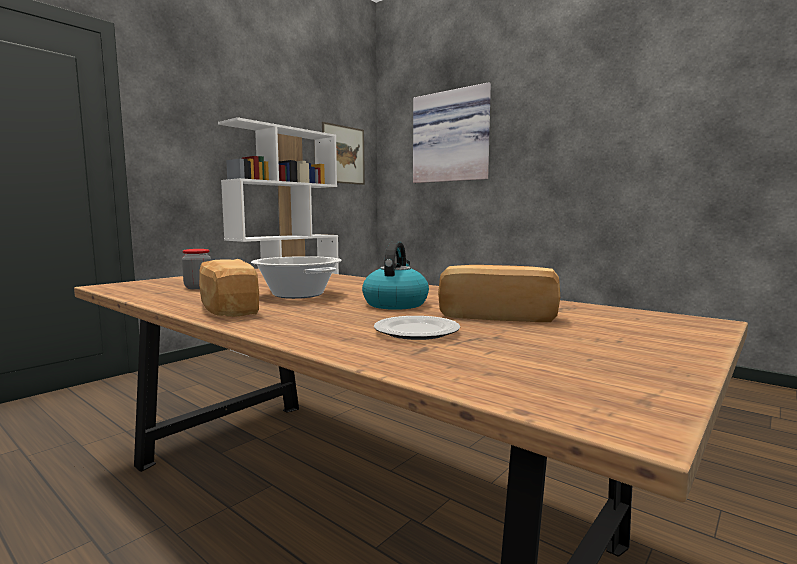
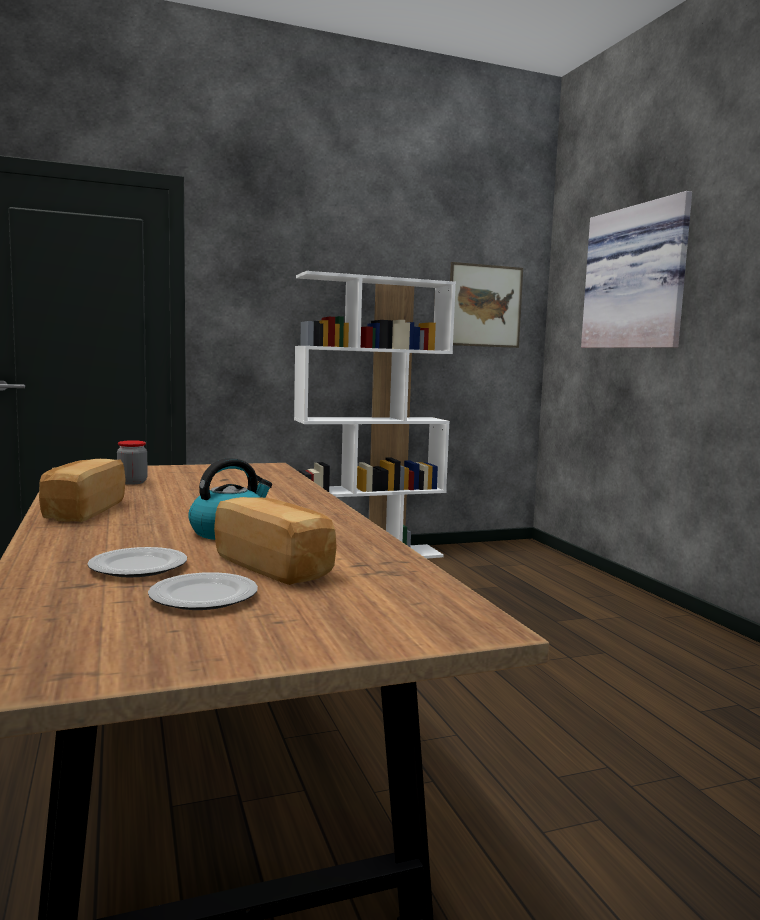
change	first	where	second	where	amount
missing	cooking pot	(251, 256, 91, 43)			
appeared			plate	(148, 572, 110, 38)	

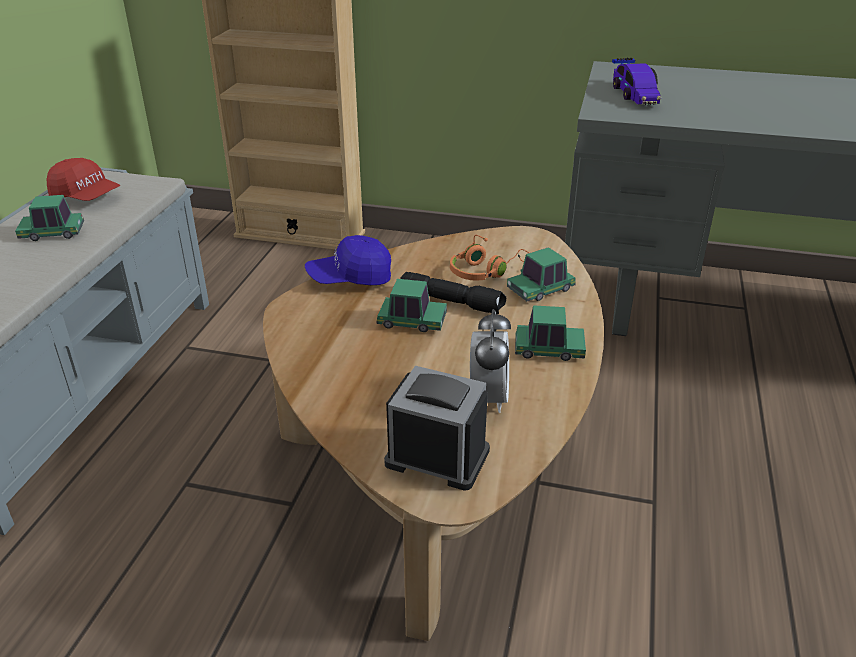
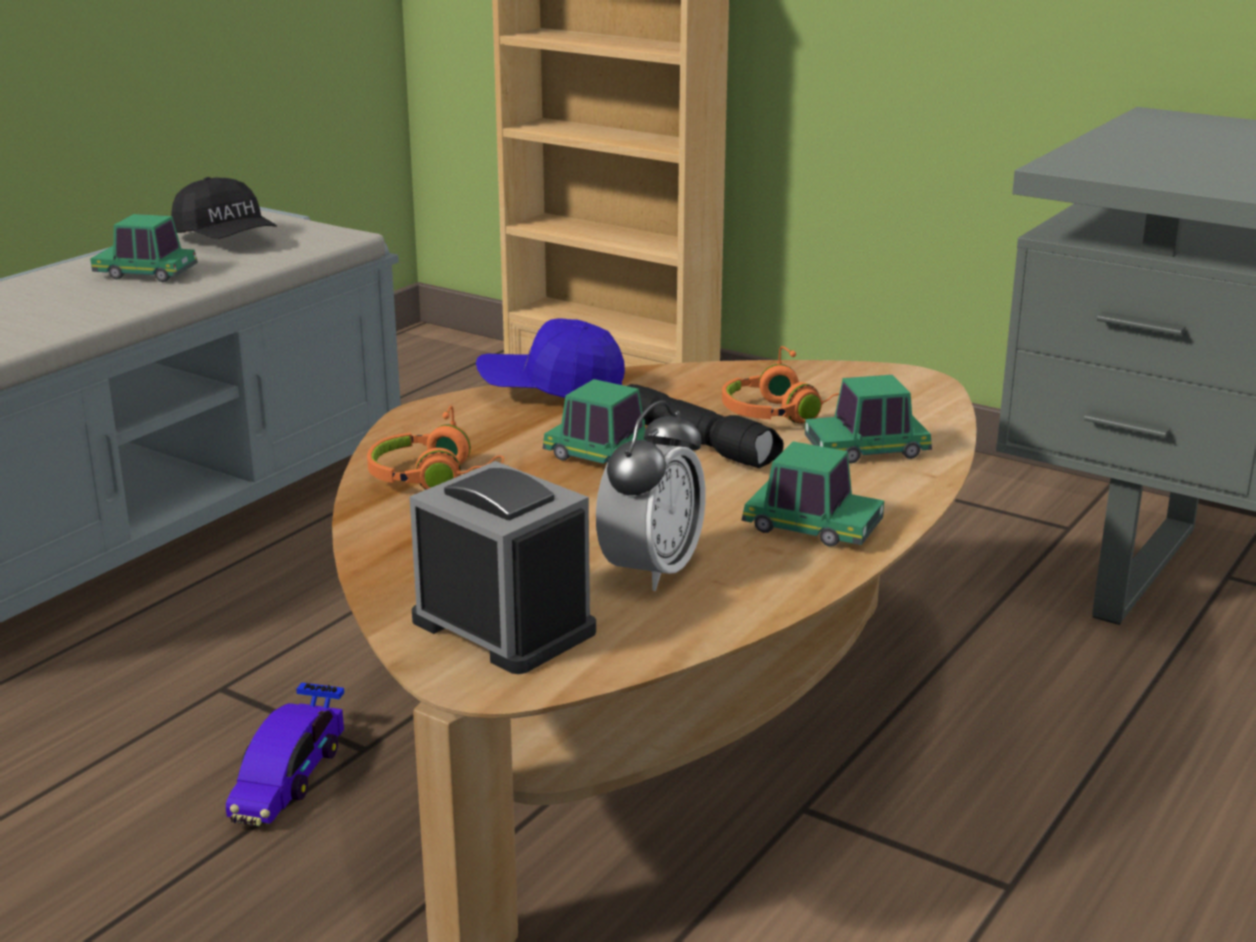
change	first	where	second	where	amount
appeared			headphones (orange)	(367, 406, 141, 83)	
relocated	toy car	(612, 58, 49, 47)		(226, 683, 118, 143)	
colour	cap (red)	(46, 158, 74, 43)	cap (black)	(171, 177, 106, 62)	

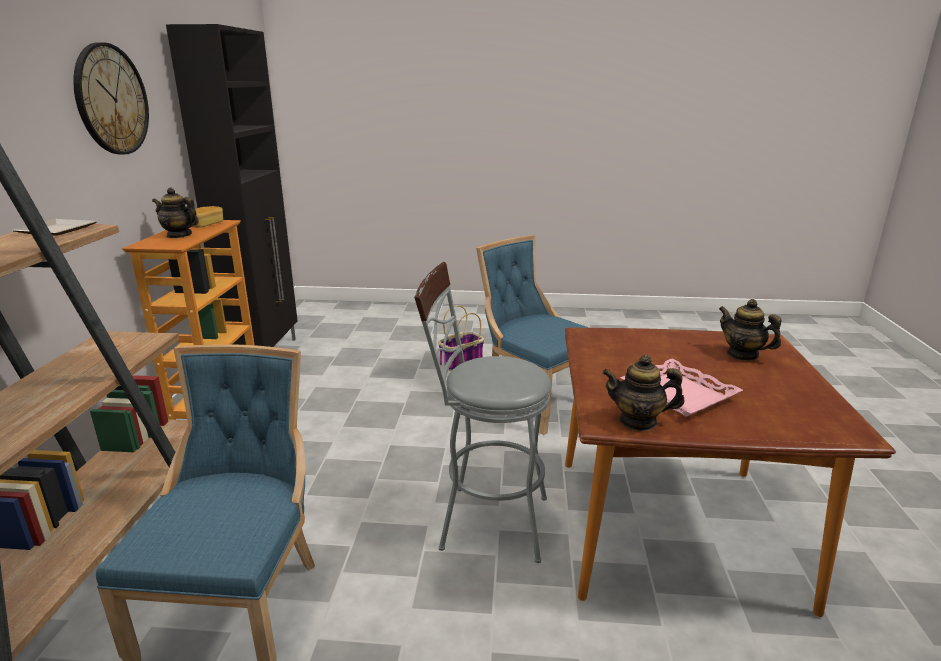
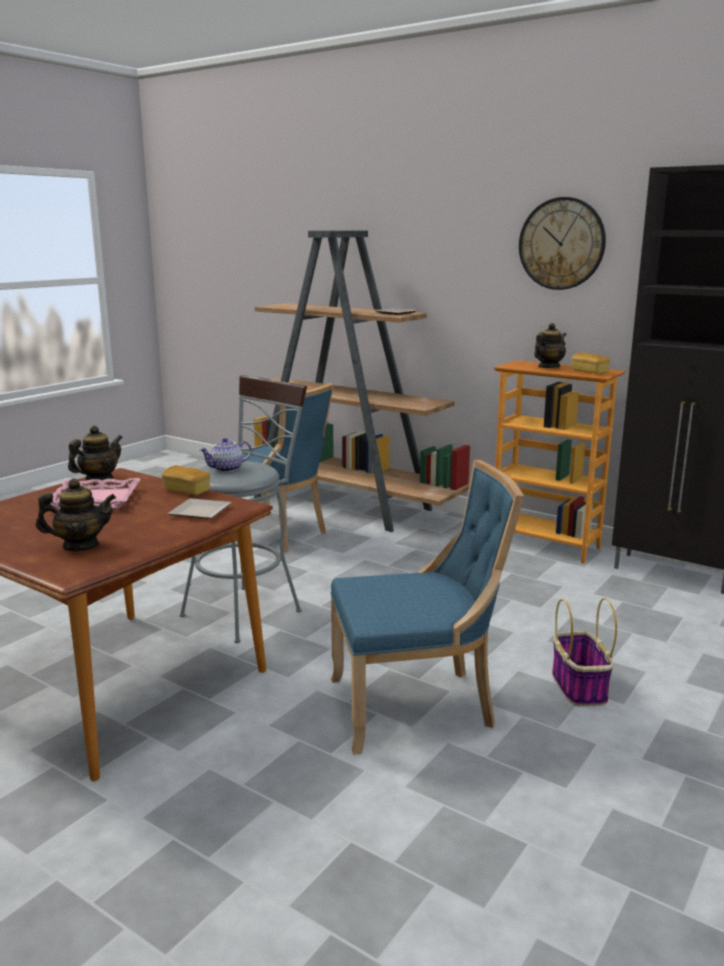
change	first	where	second	where	amount
appeared			bread	(161, 465, 49, 30)	
appeared			plate	(168, 498, 63, 21)	
appeared			teapot	(200, 438, 52, 34)	

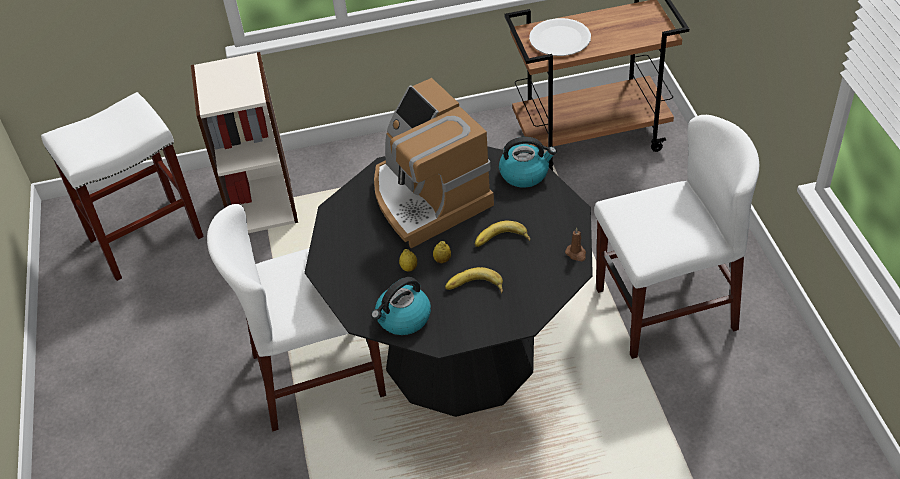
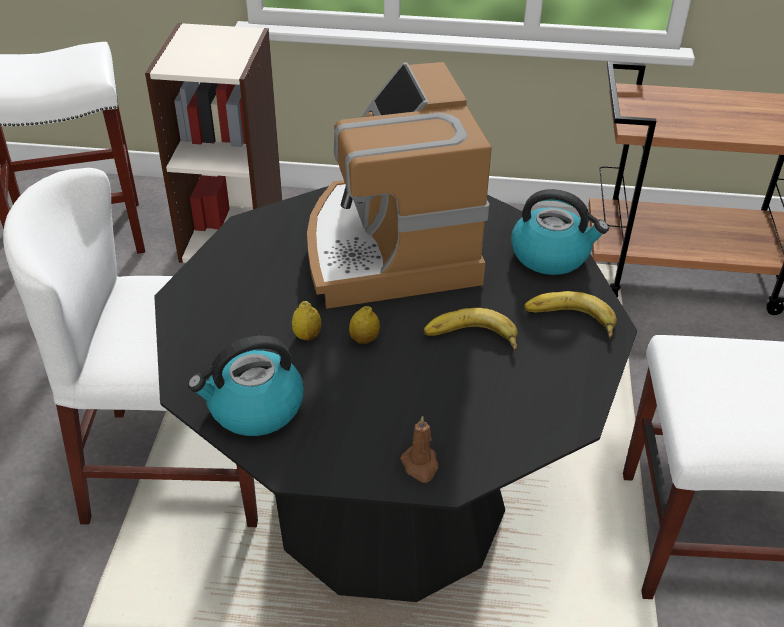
change	first	where	second	where	amount
missing	plate (white)	(529, 18, 62, 38)			
relocated	banana	(445, 267, 58, 26)		(524, 291, 93, 48)	
relocated	candle (brown)	(565, 227, 21, 34)		(400, 416, 38, 67)	

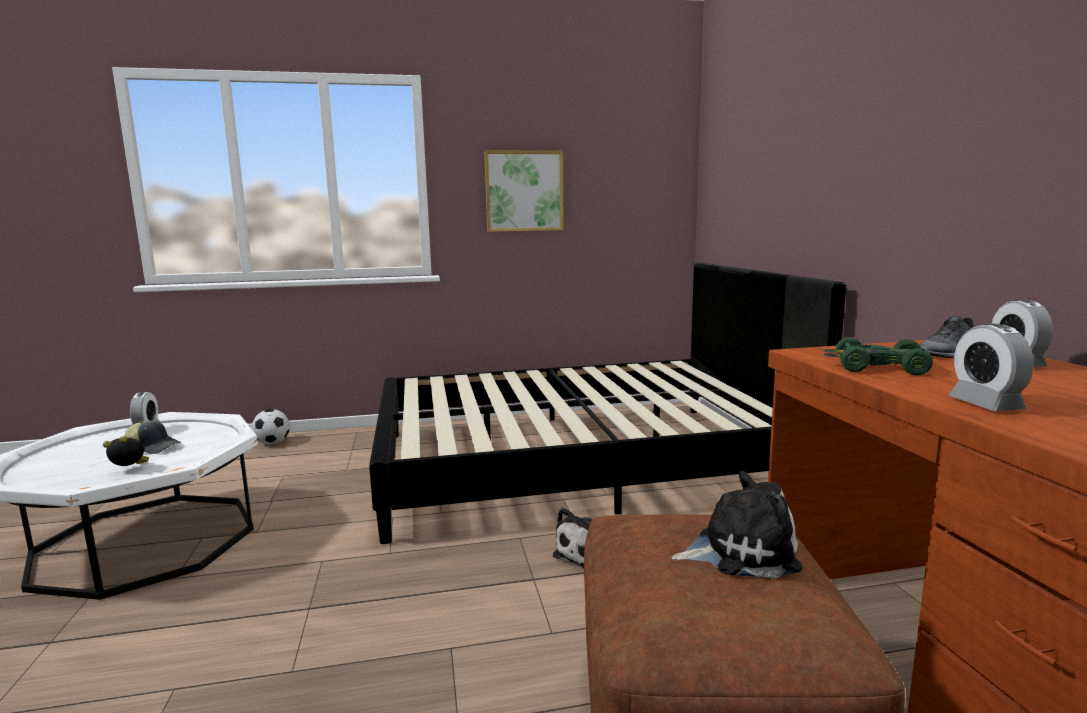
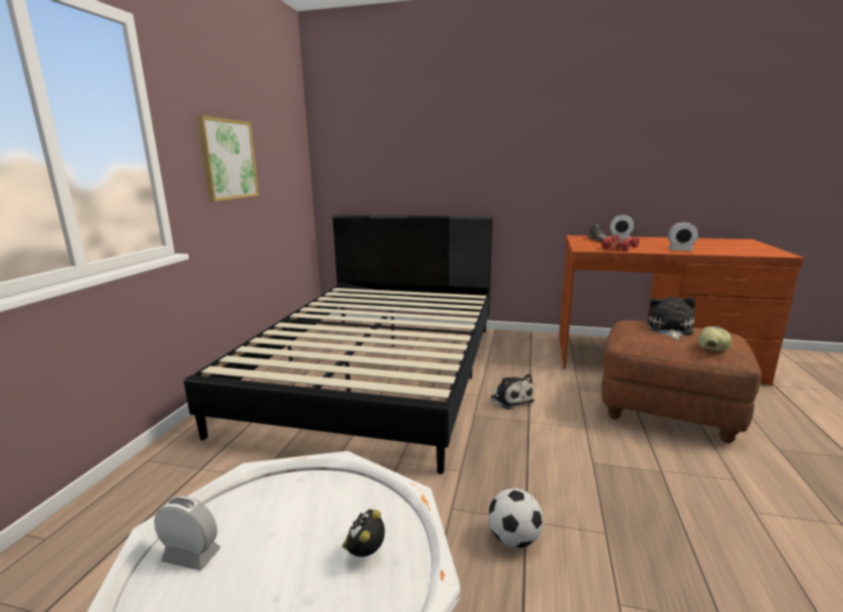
change	first	where	second	where	amount
relocated	cap	(124, 421, 57, 33)		(698, 326, 33, 25)	
relocated	football	(252, 409, 38, 35)		(488, 488, 55, 60)	
colour	toy car (green)	(824, 337, 109, 38)	toy car (red)	(602, 235, 37, 16)	

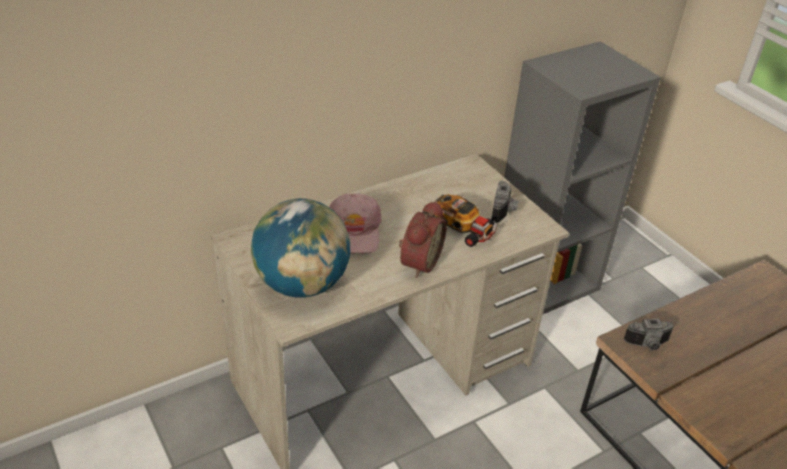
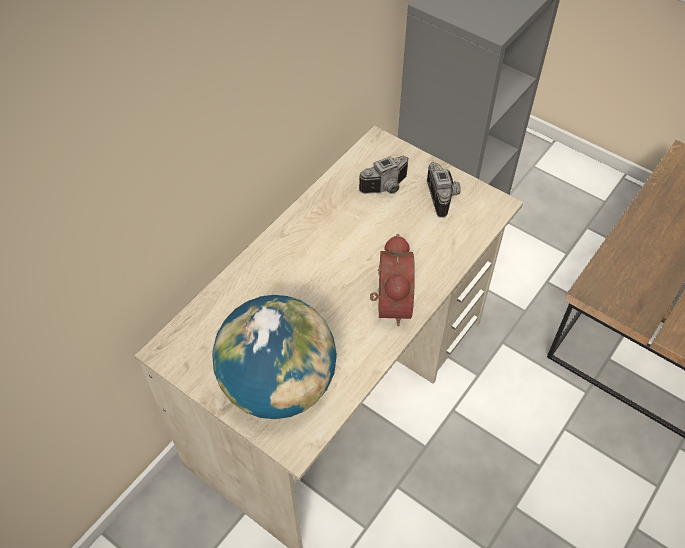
change	first	where	second	where	amount
missing	cap (pink)	(329, 193, 53, 61)			
missing	toy car	(423, 194, 76, 53)			
relocated	photo camera	(624, 319, 50, 31)		(359, 156, 50, 38)	

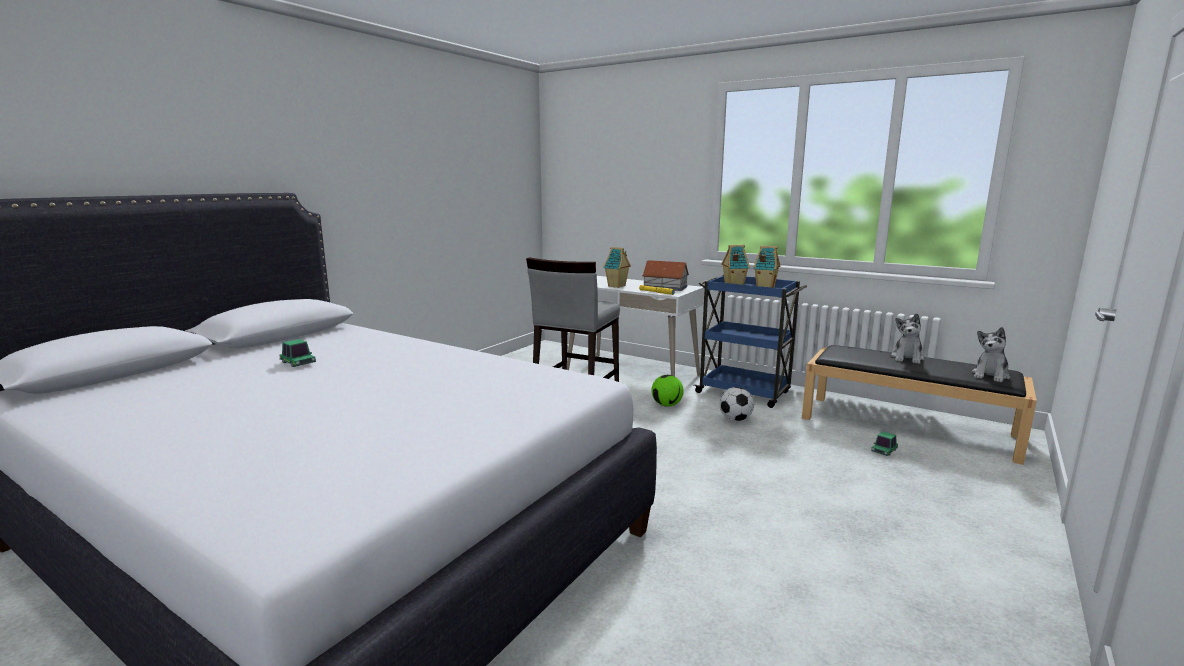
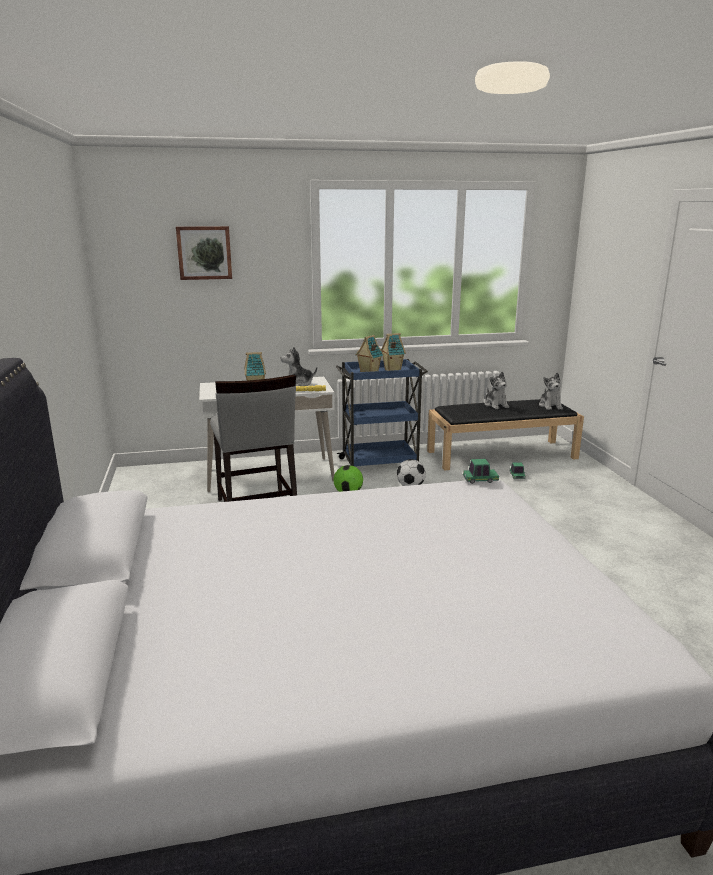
change	first	where	second	where	amount
appeared			picture	(176, 226, 56, 54)	
relocated	toy car	(280, 339, 36, 28)		(463, 459, 36, 25)	
exchanged	toy house	(642, 260, 47, 31)	plush toy	(281, 347, 36, 39)	

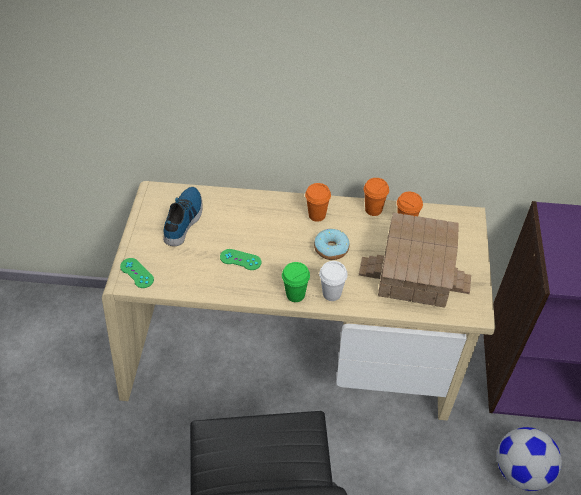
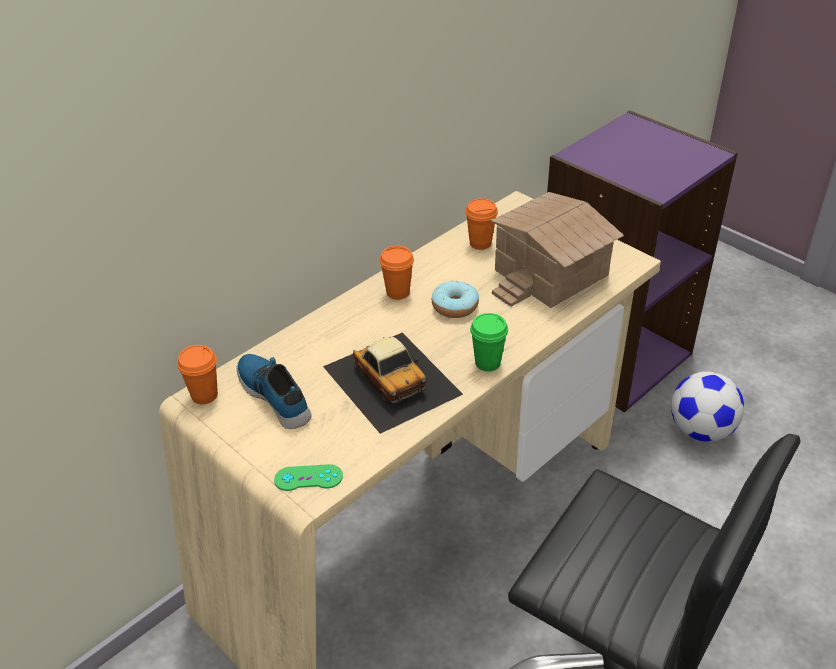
change	first	where	second	where	amount
missing	cup (white)	(319, 261, 29, 40)			
relocated	cup (orange)	(364, 178, 25, 38)		(177, 345, 41, 59)	
exchanged	game controller (green)	(220, 249, 41, 21)	toy car	(323, 333, 140, 101)	

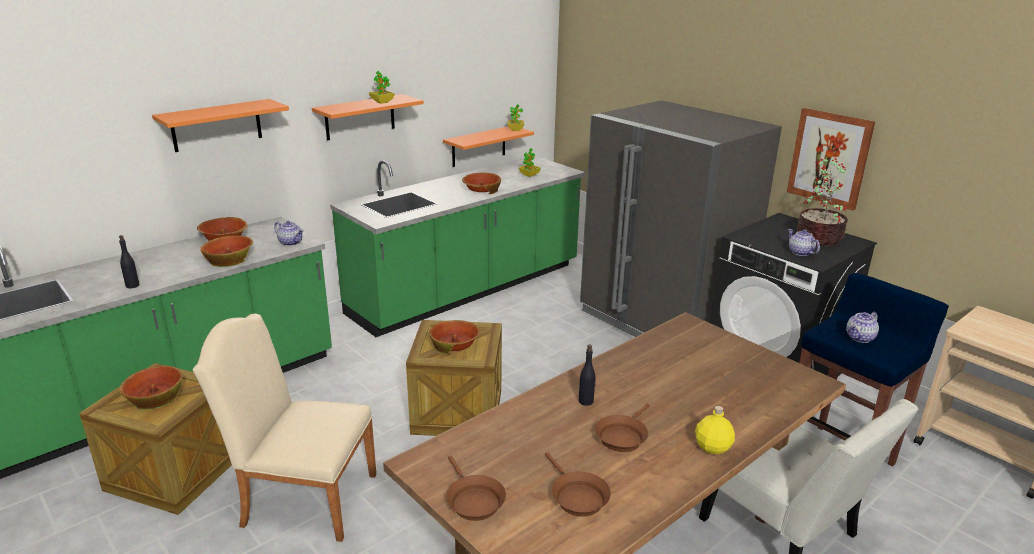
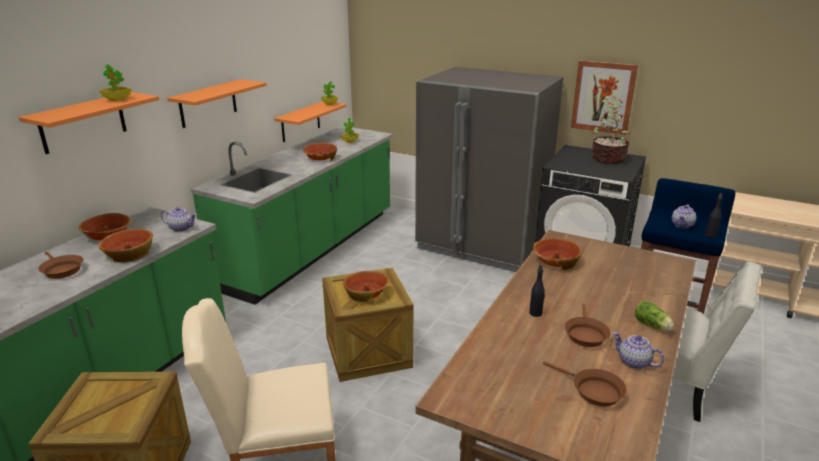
change	first	where	second	where	amount
relocated	bottle (black)	(119, 235, 20, 53)		(705, 193, 18, 45)	
relocated	bowl	(120, 366, 63, 44)		(532, 238, 50, 33)	
relocated	potted plant	(369, 71, 26, 33)		(99, 64, 32, 38)	
relocated	frying pan (brown)	(446, 455, 60, 66)		(38, 252, 45, 27)	
relocated	teapot	(788, 229, 32, 27)		(613, 332, 51, 37)	
exchanged	bottle (yellow)	(695, 406, 40, 48)	lettuce	(635, 301, 39, 30)	

